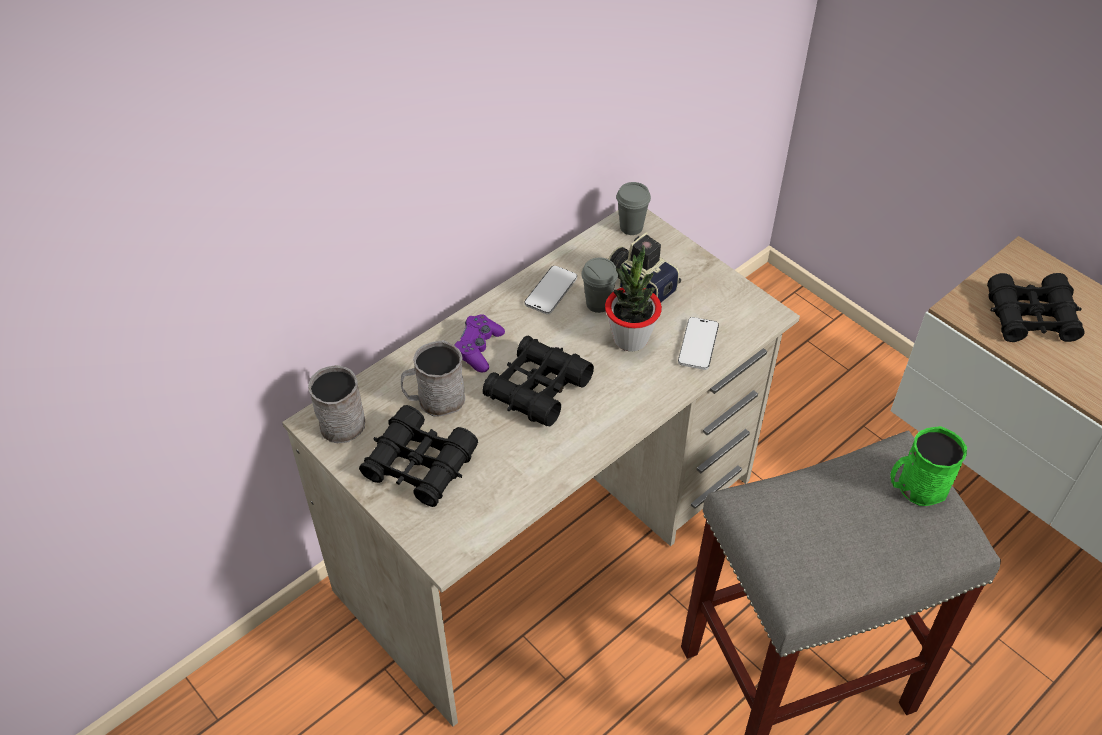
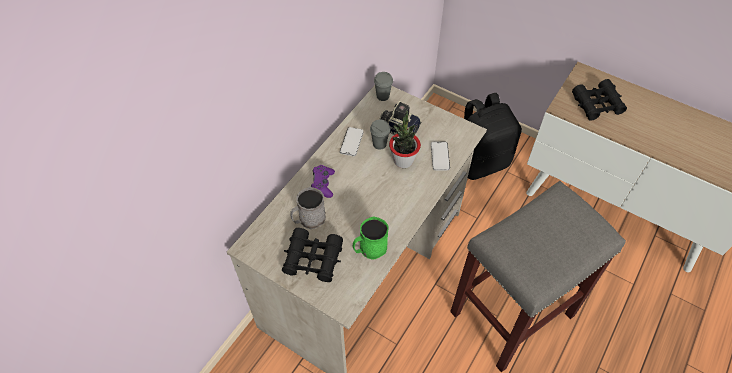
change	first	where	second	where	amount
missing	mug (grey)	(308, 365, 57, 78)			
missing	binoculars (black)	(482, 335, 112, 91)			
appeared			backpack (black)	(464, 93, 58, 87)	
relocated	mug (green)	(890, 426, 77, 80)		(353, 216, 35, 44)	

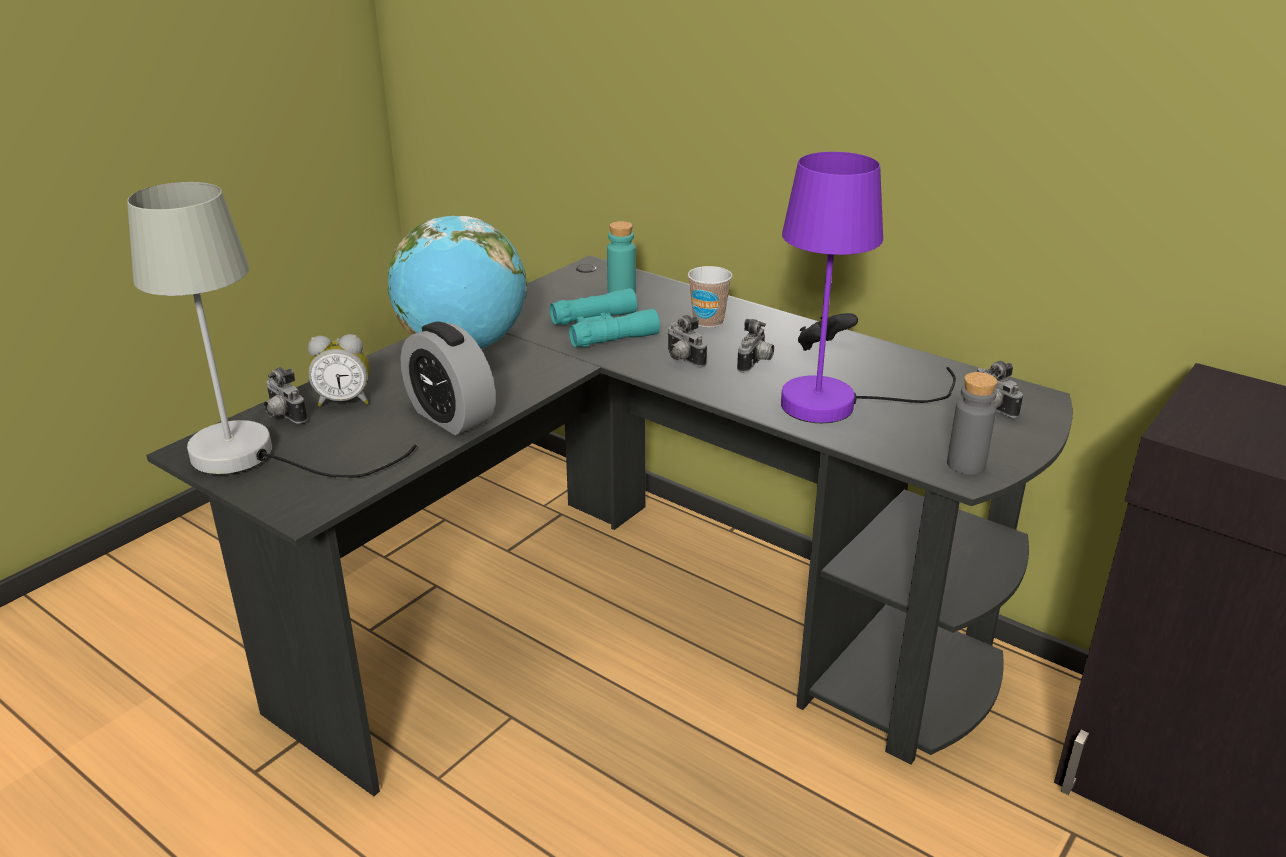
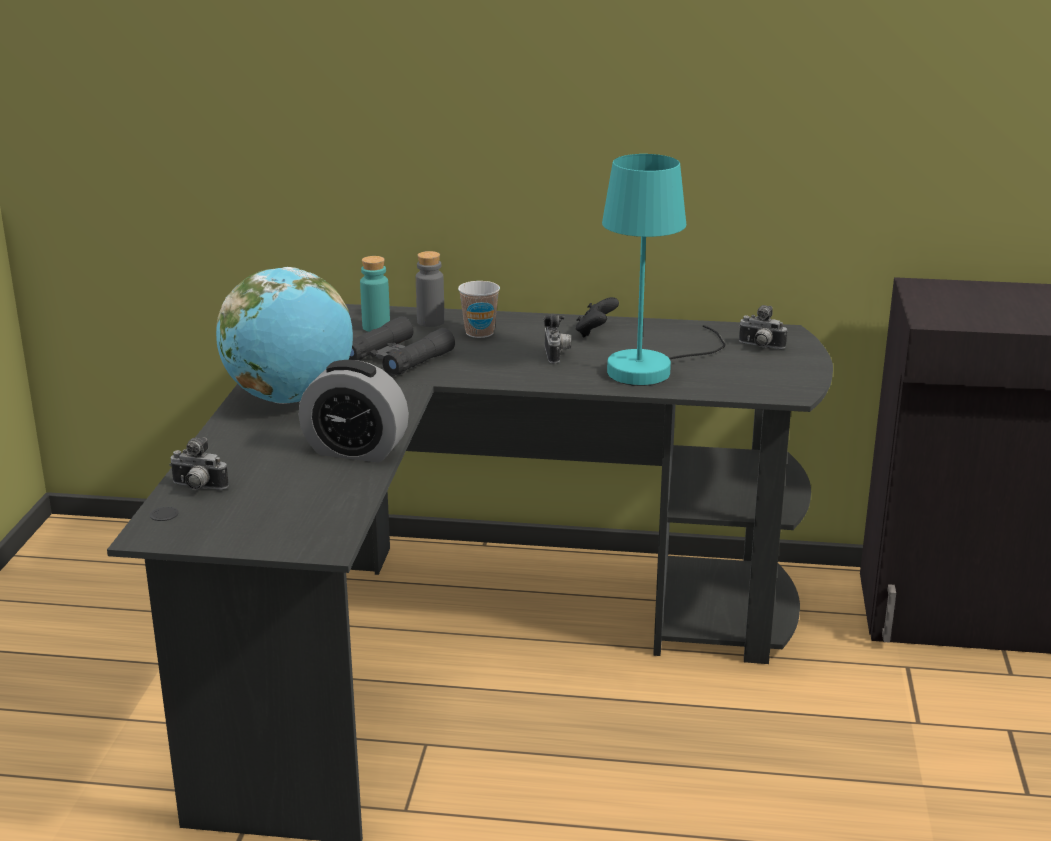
change	first	where	second	where	amount
missing	table lamp (grey)	(127, 182, 290, 296)			
missing	alarm clock	(308, 334, 62, 73)			
missing	photo camera	(667, 315, 40, 52)			
relocated	bottle (grey)	(947, 372, 50, 103)		(416, 251, 29, 76)	
colour	binoculars (turquoise)	(550, 288, 110, 59)	binoculars (black)	(349, 316, 106, 60)	
colour	table lamp (purple)	(781, 152, 175, 271)	table lamp (turquoise)	(602, 154, 124, 232)	

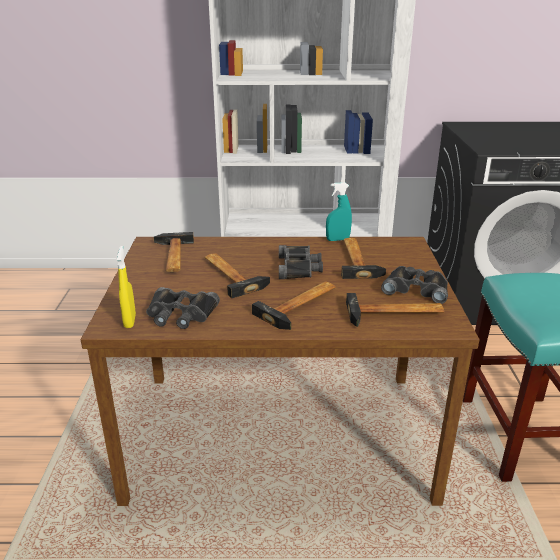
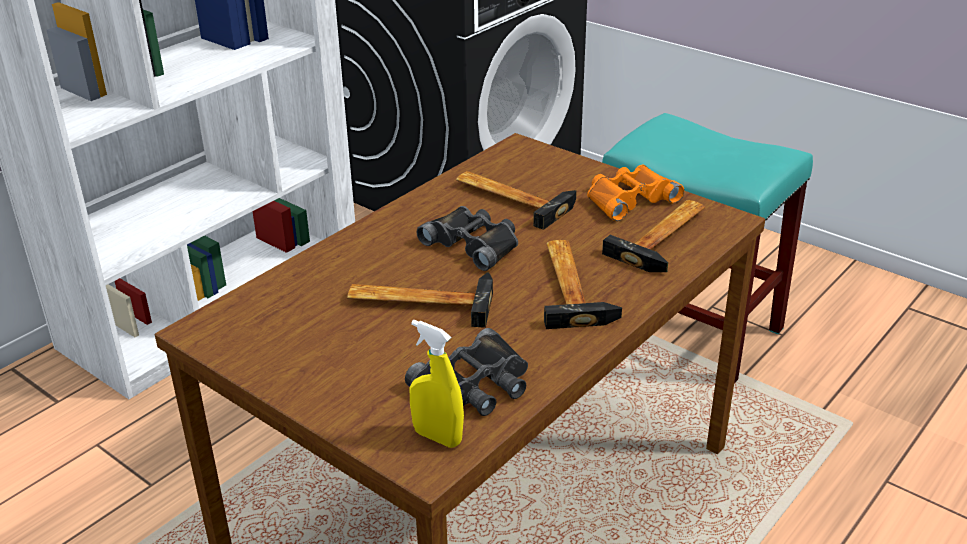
change	first	where	second	where	amount
missing	hammer	(153, 232, 41, 40)			
missing	spray bottle (turquoise)	(326, 182, 26, 59)			
colour	binoculars (black)	(381, 266, 67, 38)	binoculars (orange)	(587, 165, 97, 56)	

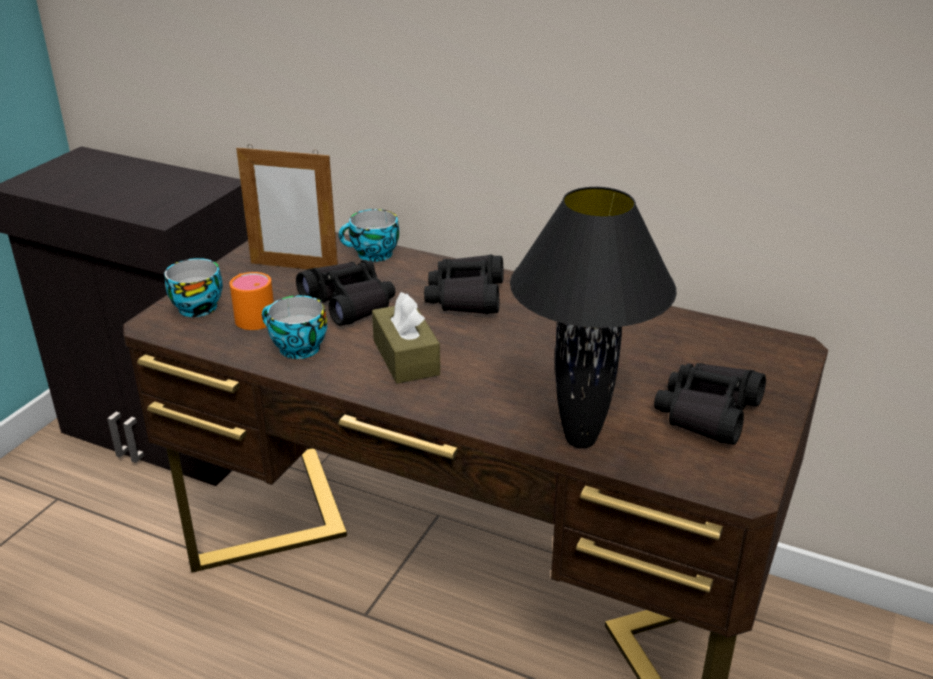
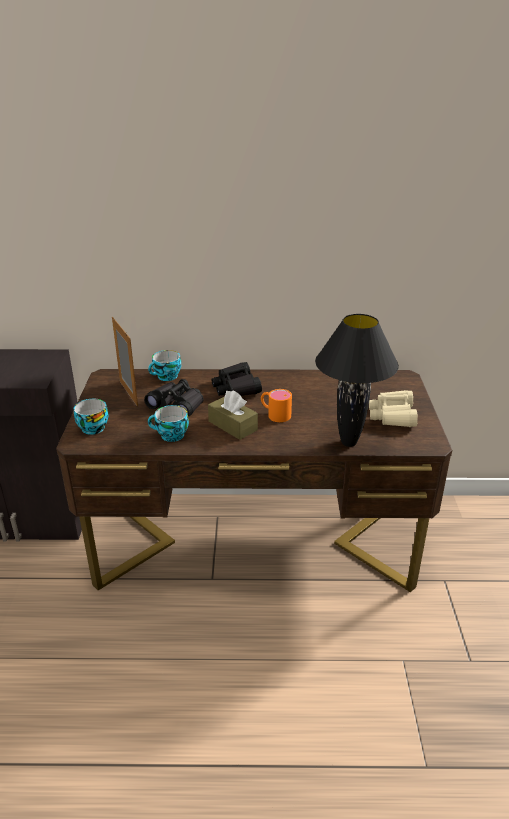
change	first	where	second	where	amount
relocated	mug (orange)	(230, 272, 44, 58)		(261, 389, 31, 33)	
colour	binoculars (black)	(654, 363, 112, 82)	binoculars (beige)	(369, 390, 49, 37)	
spun	picture frame	(236, 144, 102, 125)		(112, 317, 26, 89)	105 degrees counterclockwise

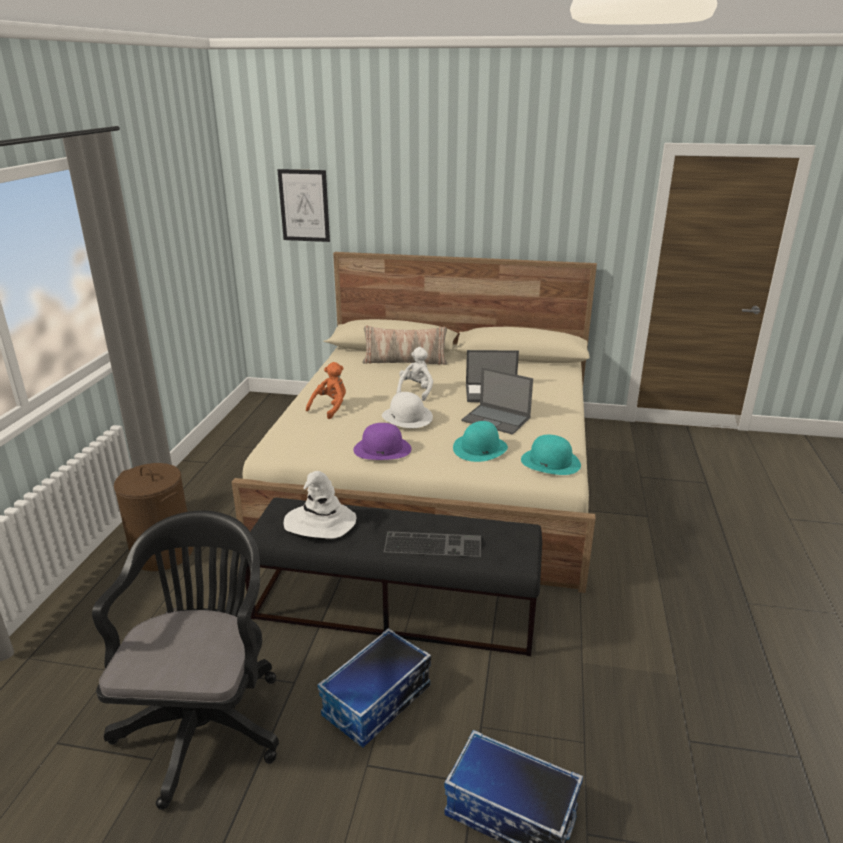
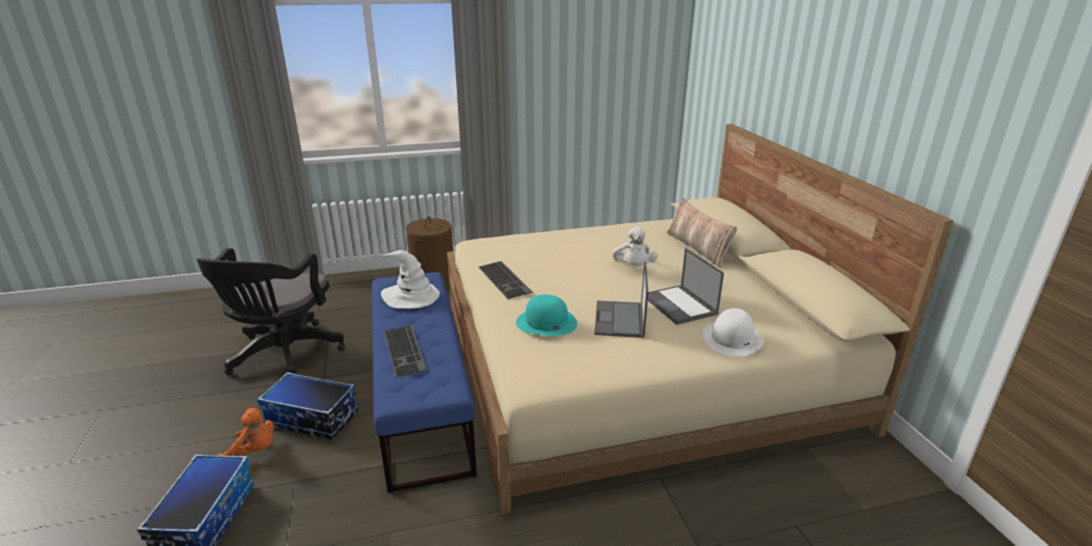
change	first	where	second	where	amount
missing	picture	(277, 169, 53, 73)			
missing	hat (turquoise)	(521, 435, 60, 40)			
relocated	plush toy (orange)	(306, 362, 40, 57)		(218, 408, 56, 48)	
relocated	hat (white)	(382, 392, 51, 36)		(702, 308, 62, 48)	
exchanged	hat (purple)	(353, 423, 58, 37)	keyboard	(479, 261, 53, 38)	
colour	bench (black)	(240, 498, 302, 158)	bench (blue)	(372, 272, 105, 221)	
spun	office chair (black)	(92, 511, 187, 299)		(196, 248, 149, 127)	120 degrees clockwise
spun	plush toy (white)	(396, 347, 37, 54)		(612, 227, 46, 39)	90 degrees clockwise

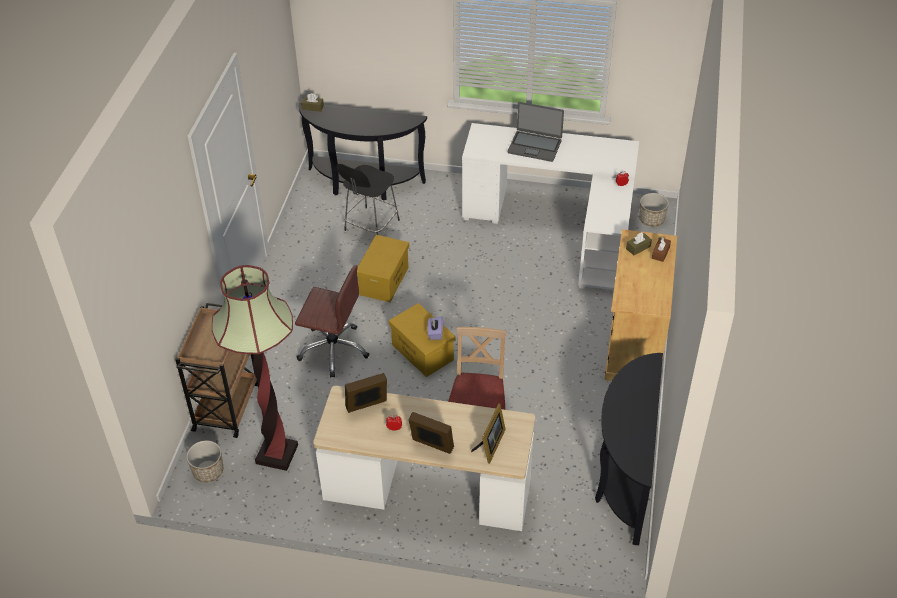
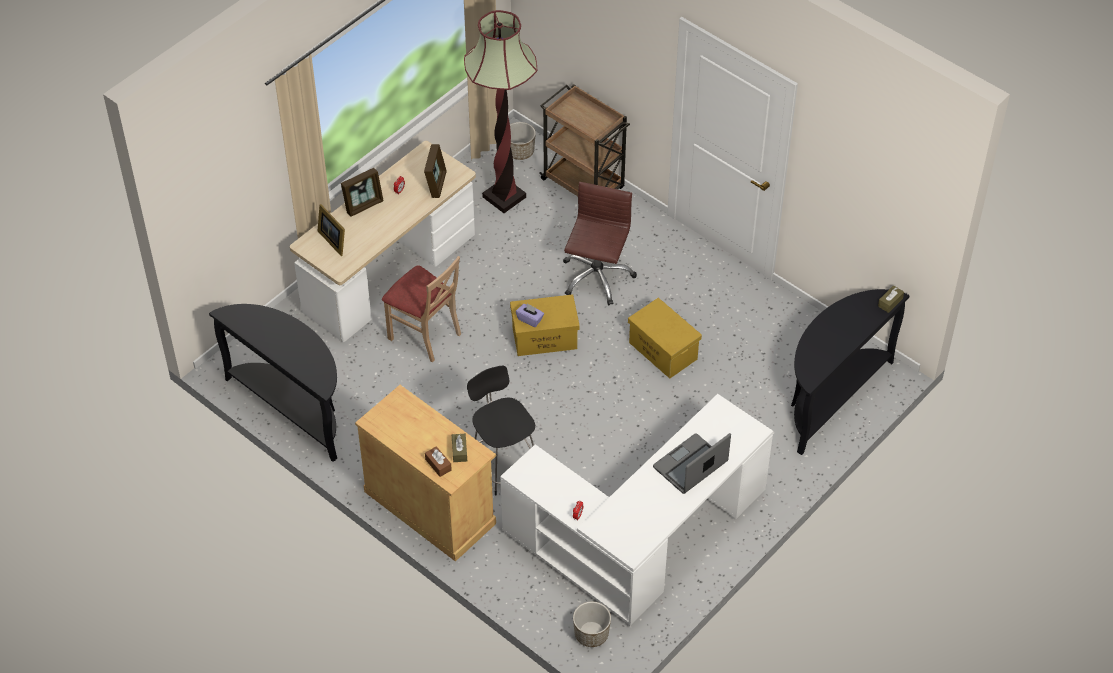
change	first	where	second	where	amount
relocated	stool (black)	(337, 164, 63, 71)		(467, 365, 68, 131)	
spun	office chair (brown)	(295, 265, 74, 113)		(563, 182, 74, 123)	150 degrees clockwise

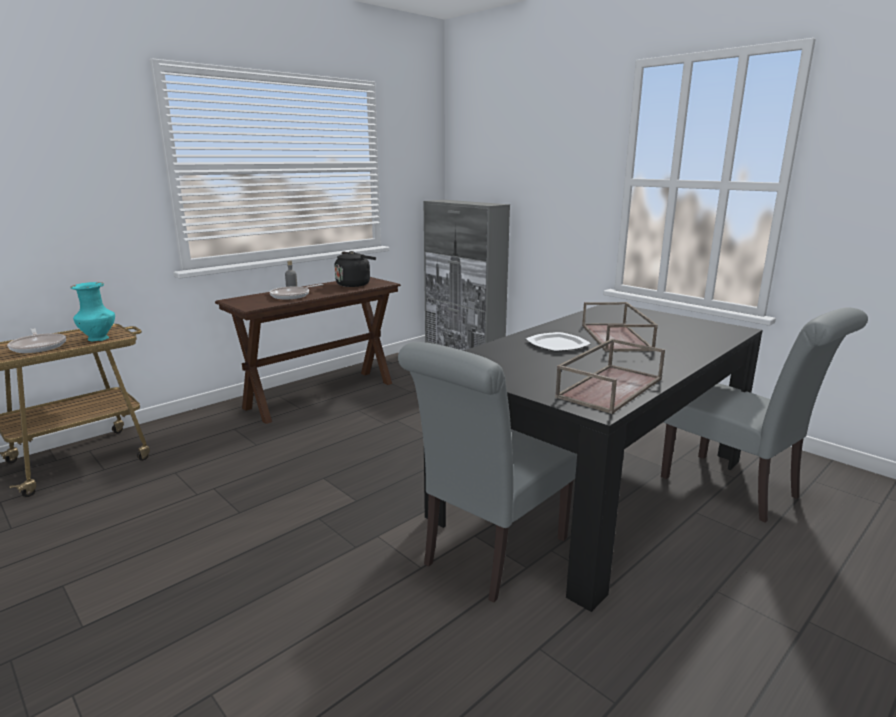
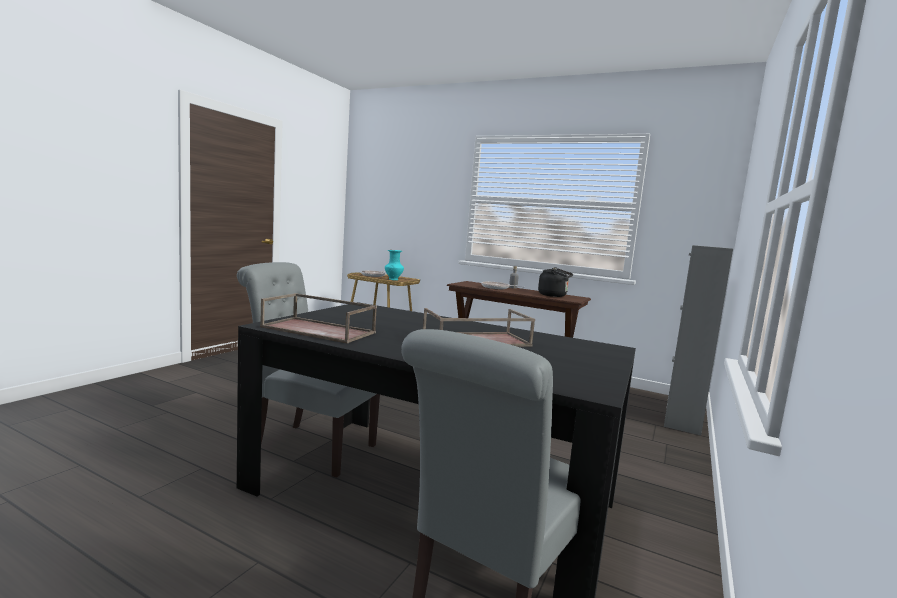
change	first	where	second	where	amount
missing	plate	(526, 332, 65, 20)			

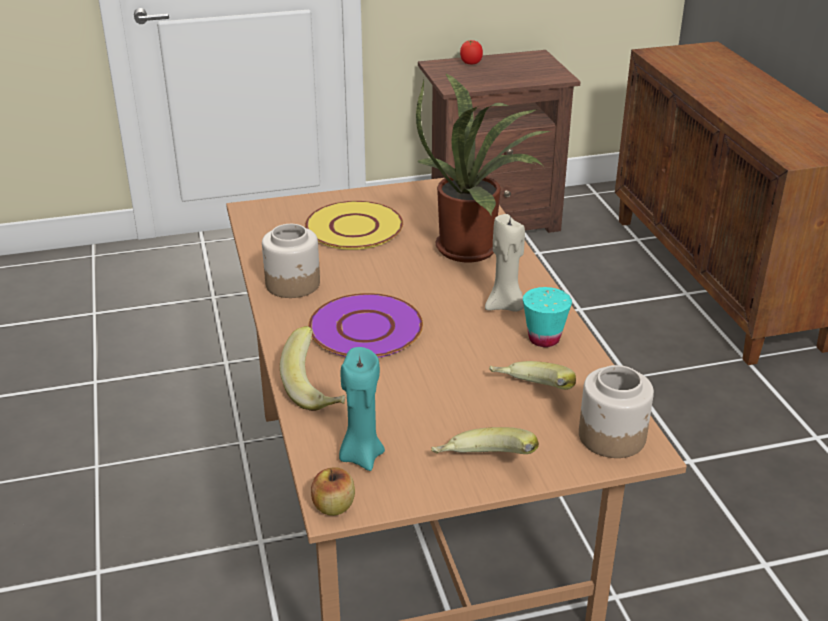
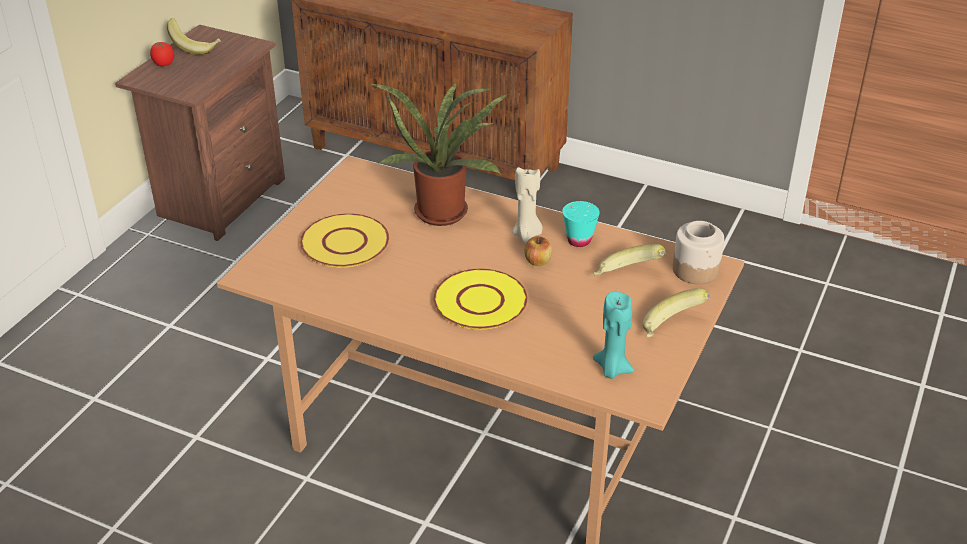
change	first	where	second	where	amount
missing	jar	(262, 224, 58, 74)			
relocated	banana	(280, 326, 65, 85)		(167, 18, 54, 37)	
relocated	apple	(311, 467, 44, 49)		(524, 236, 28, 30)	
colour	plate (purple)	(308, 293, 115, 65)	plate (yellow)	(433, 269, 95, 60)	

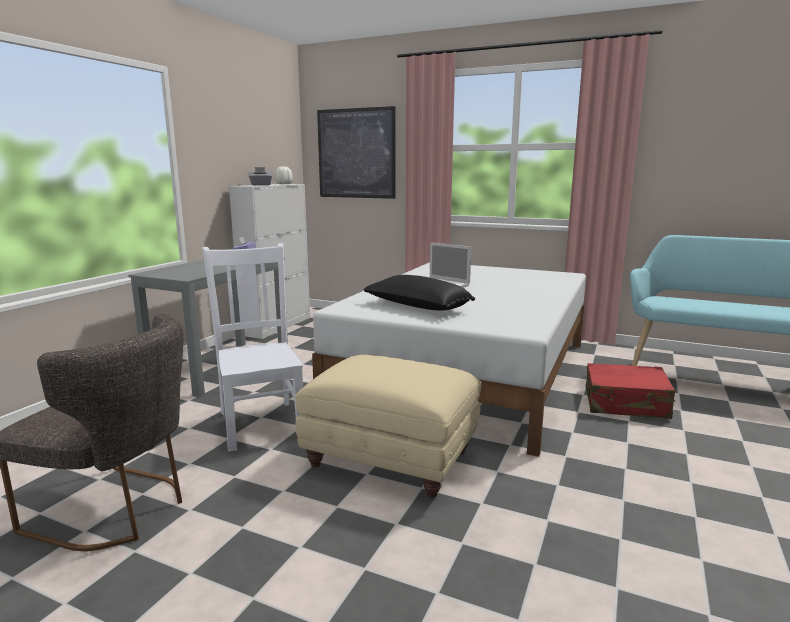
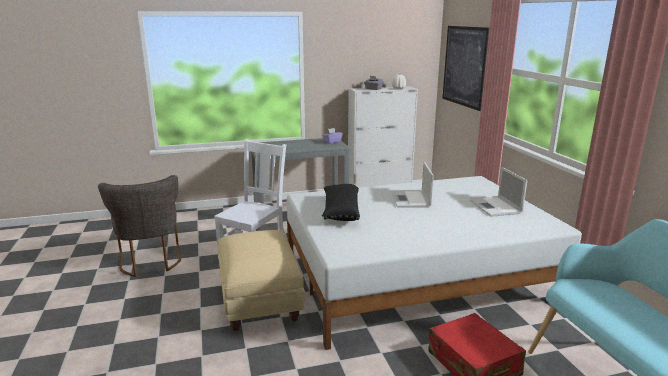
change	first	where	second	where	amount
appeared			laptop	(469, 167, 59, 50)	

